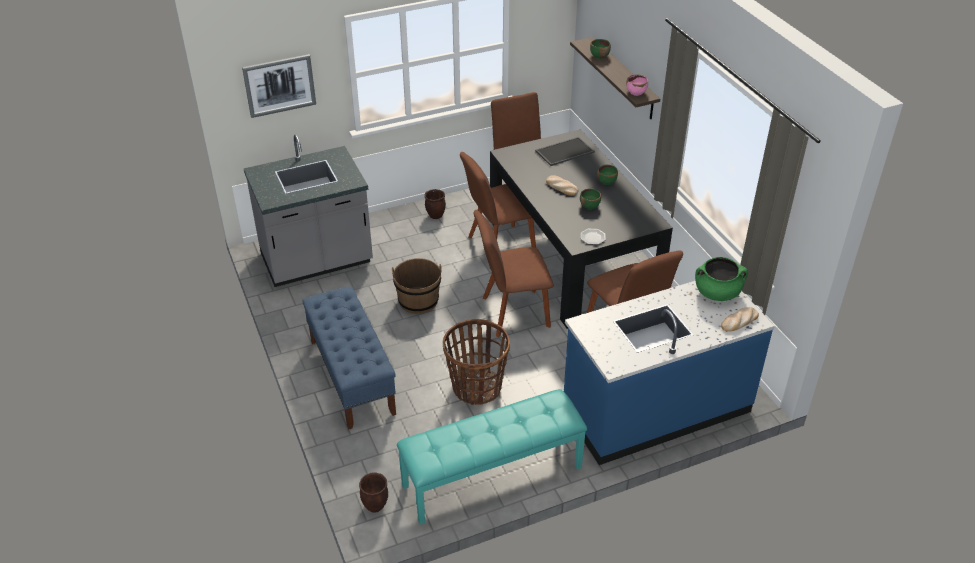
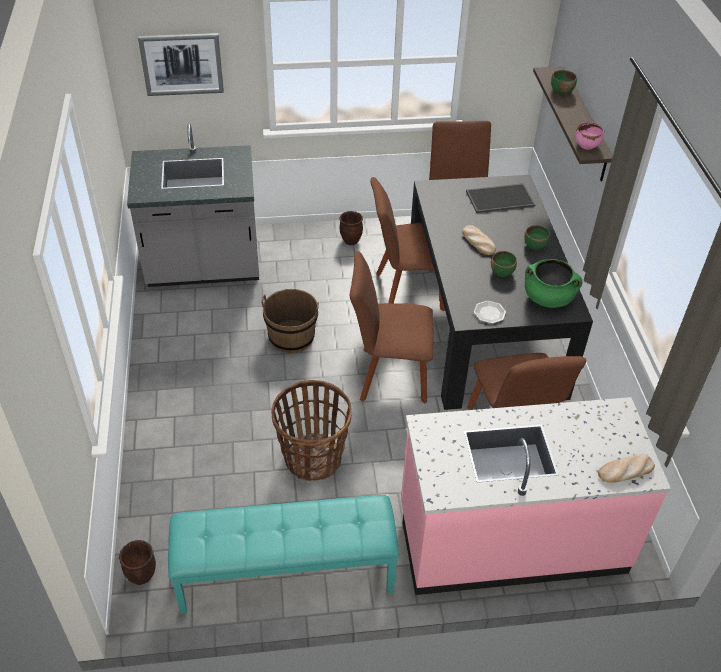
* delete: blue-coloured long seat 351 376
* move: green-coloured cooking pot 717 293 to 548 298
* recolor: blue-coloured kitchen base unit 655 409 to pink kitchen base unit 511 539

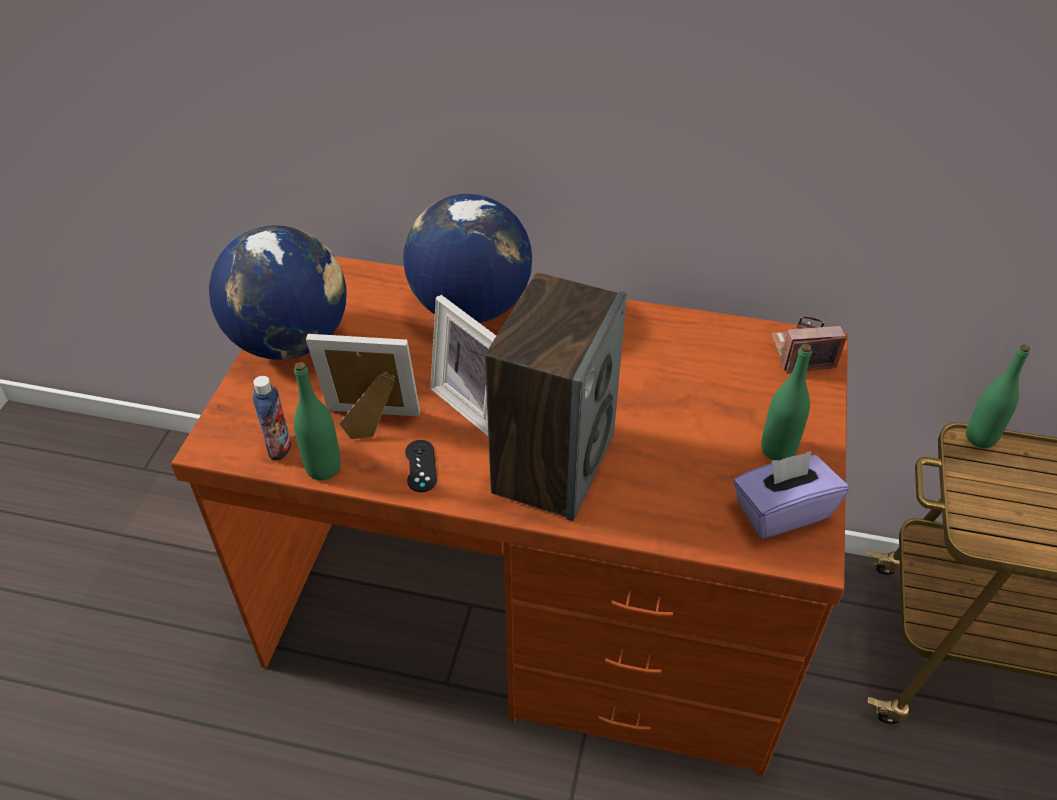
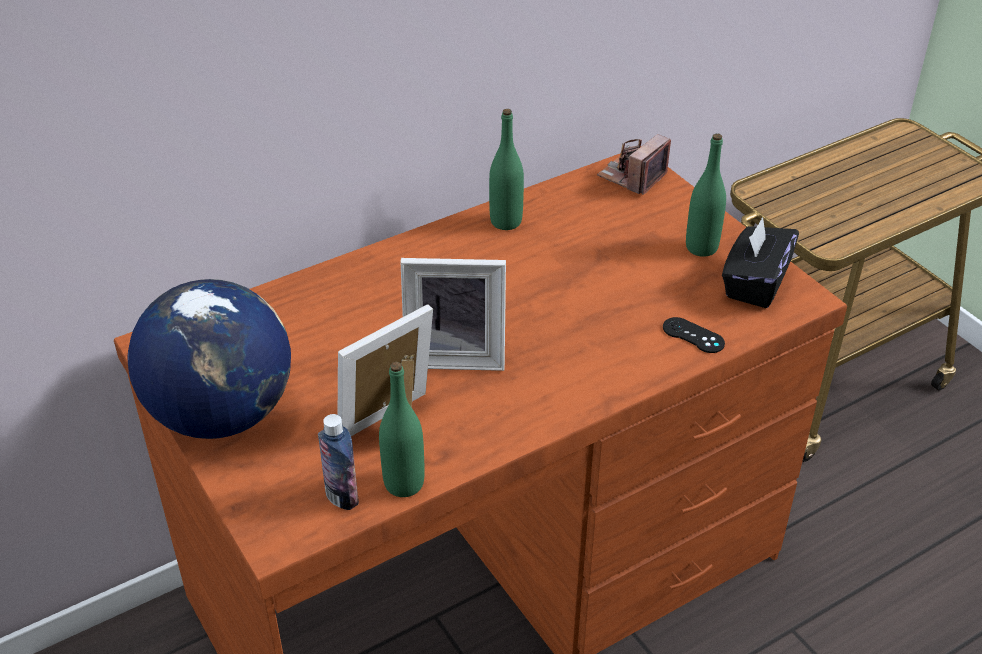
* delete: globe 470 307
* delete: speaker 553 463
* move: black joypad 421 466 to 693 335
* move: green-coloured drink bottle 980 437 to 506 221
* recolor: purplish tissue box 781 511 to black tissue box 755 283

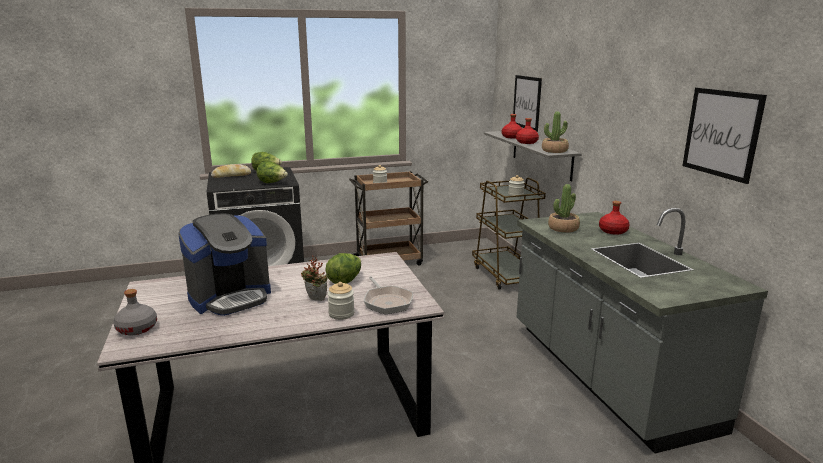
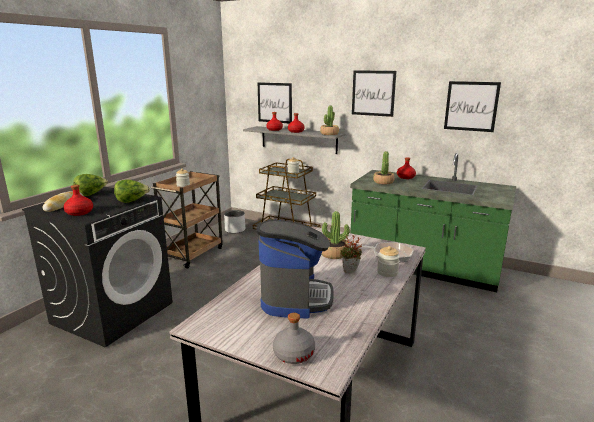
* insert: red drink bottle 80 212
* insert: grey plant pot 235 230
* insert: picture 373 93
* replace: head of lettuce 345 280 to houseplant 334 254
* recolor: grey kitchen base unit 605 375 to green-coloured kitchen base unit 423 267

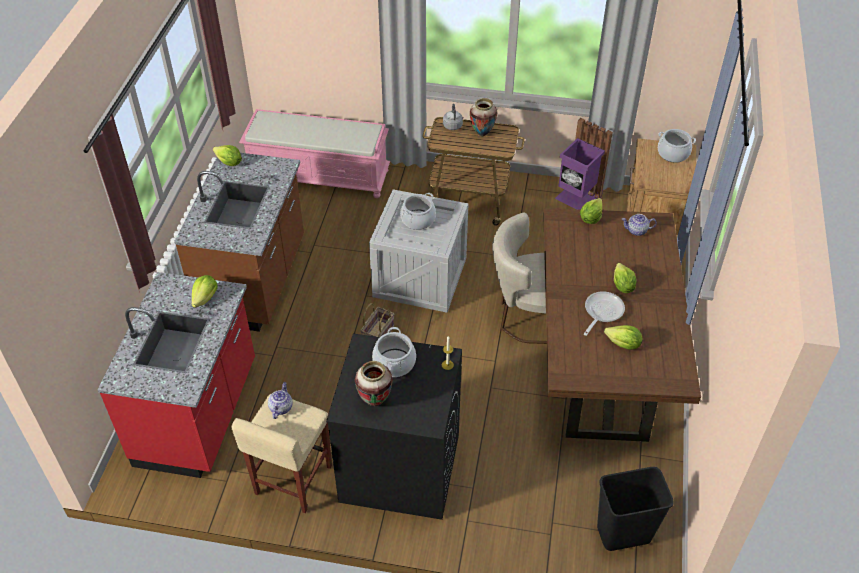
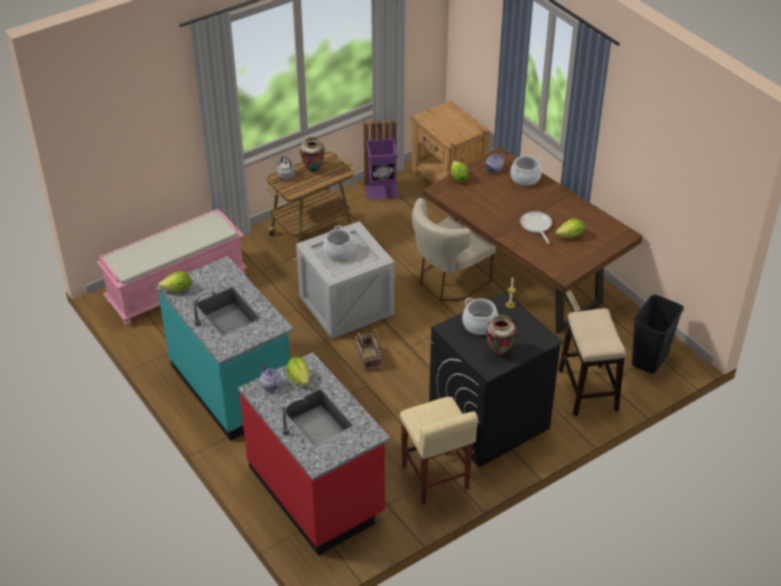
* delete: head of lettuce 622 286
* insert: stool seat 587 389
* move: teapot 281 407 to 270 385
* move: cooking pot 673 153 to 525 178
* recolor: brownish kitchen base unit 255 281 to turquoise-coloured kitchen base unit 233 386

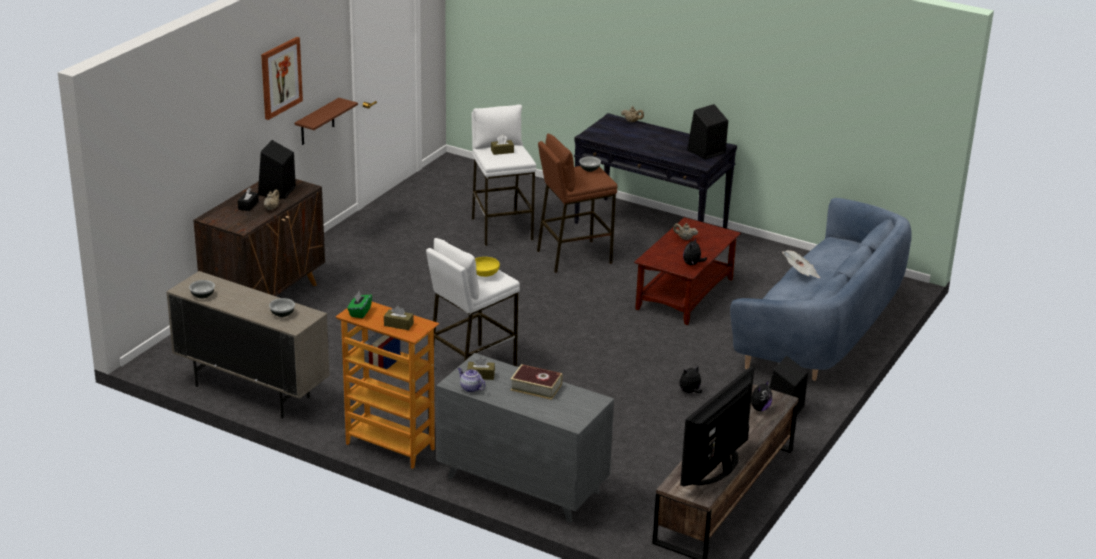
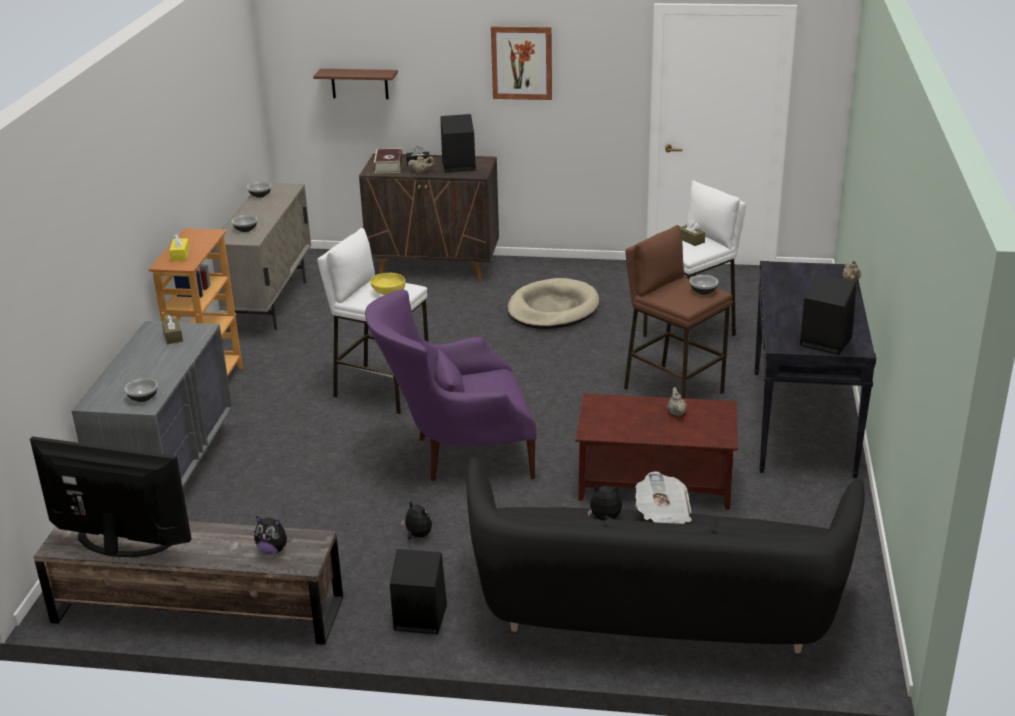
* delete: green-coloured tissue box 360 312
* delete: teapot 470 388
* insert: deep dish 143 398
* insert: purplish easy chair 456 455
* insert: beige-coloured dog cushion 553 309
* move: brownish bracket shelf 317 122 to 359 83
* move: volume 536 387 to 388 166
* move: soft toy 692 264 to 605 519
* recolor: brownish tissue box 398 324 to yellow tissue box 180 255
* recolor: blue-coloured couch 821 330 to black couch 655 611

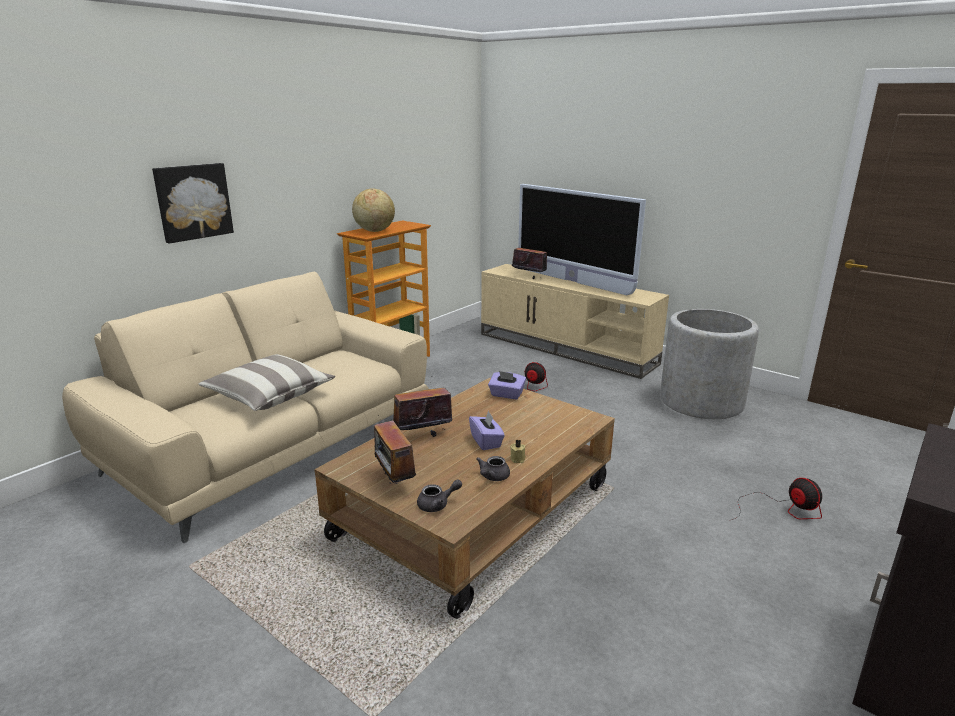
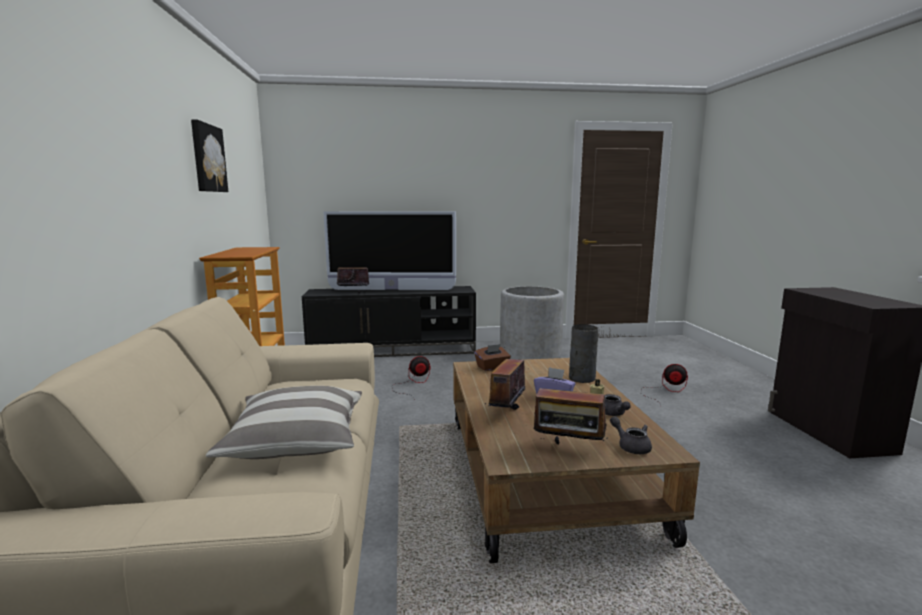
* delete: globe 374 231
* insert: grey decorative vase 581 378
* move: picture 193 202 to 207 158
* recolor: beige-coloured tv stand 567 348 to black tv stand 393 350
* recolor: purplish tissue box 506 395 to brownish tissue box 492 367
* rotate: grey teapot 437 505 = 631 446 60 degrees counterclockwise

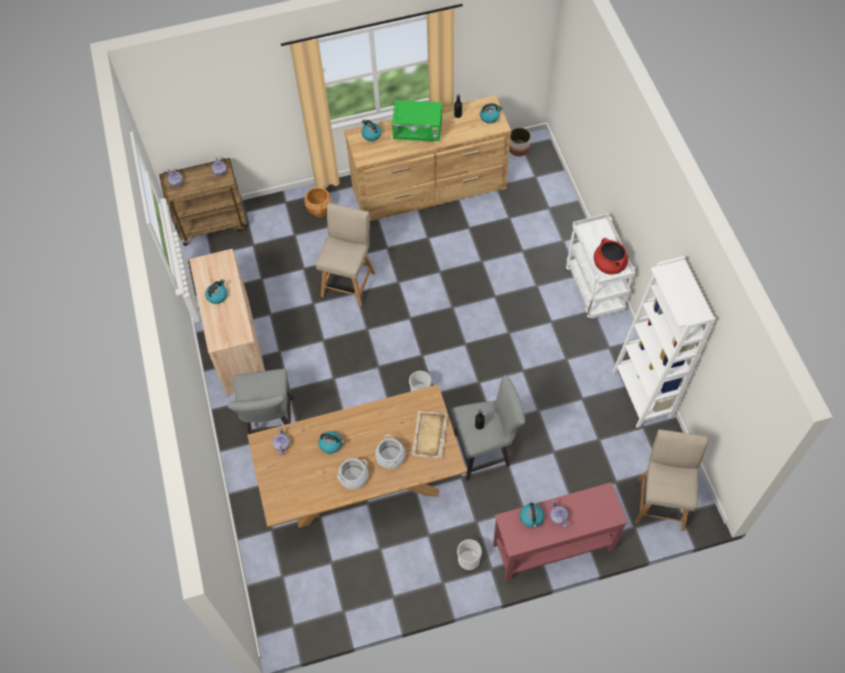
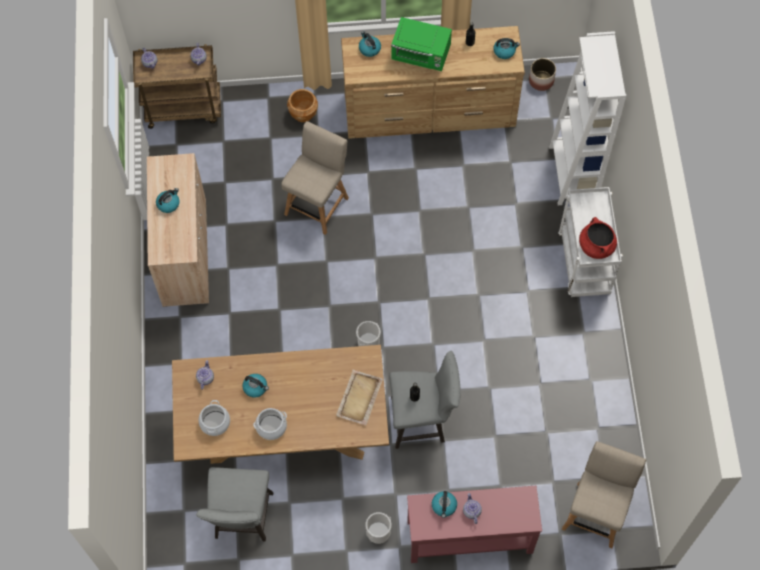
* move: grey stool seat 270 425 to 242 520
* move: cooking pot 390 457 to 215 423
* move: white shelving unit 642 394 to 572 174

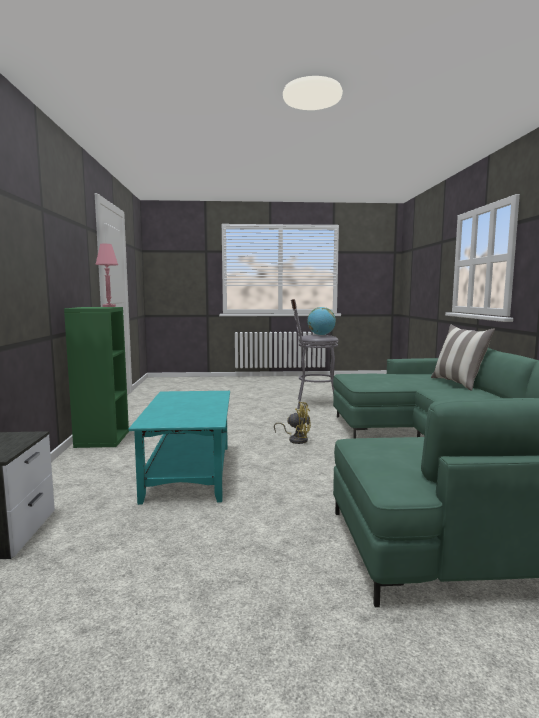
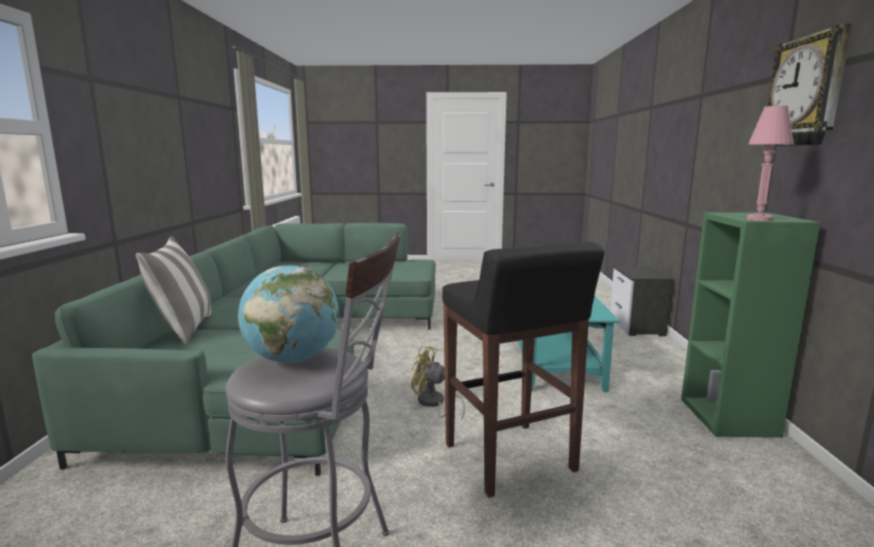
* insert: black stool seat 510 459
* insert: wall clock 807 91

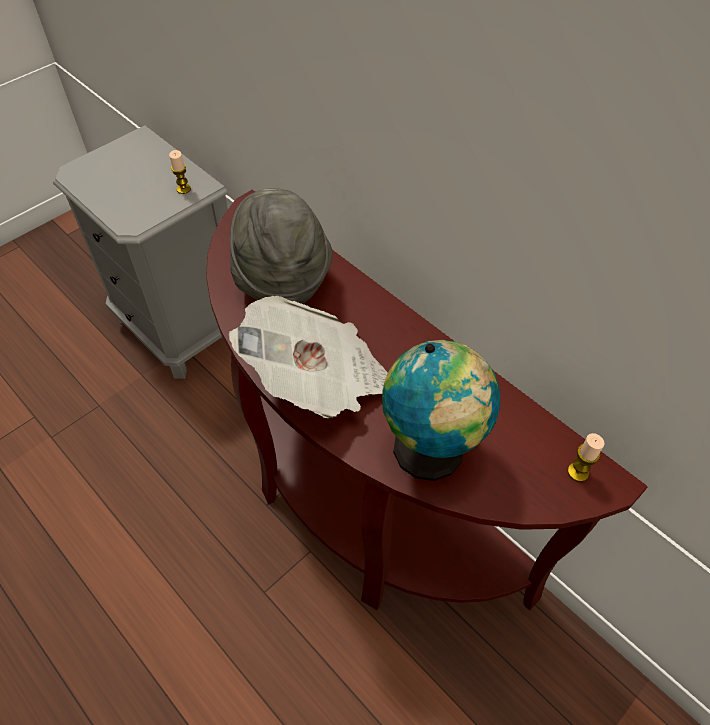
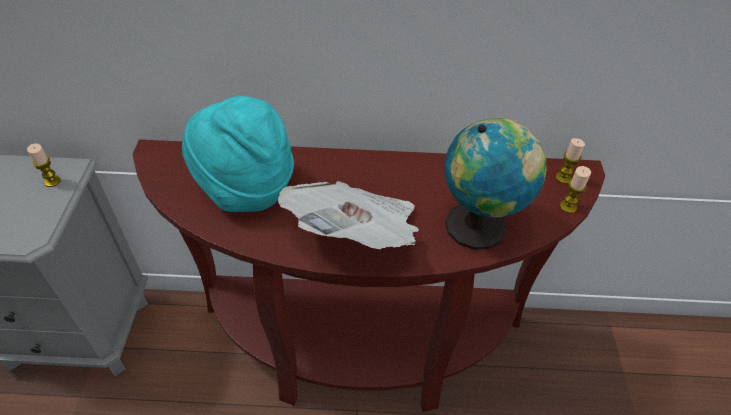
* insert: wax candle 568 207
* recolor: grey wearable hat 281 279 to turquoise-coloured wearable hat 244 187

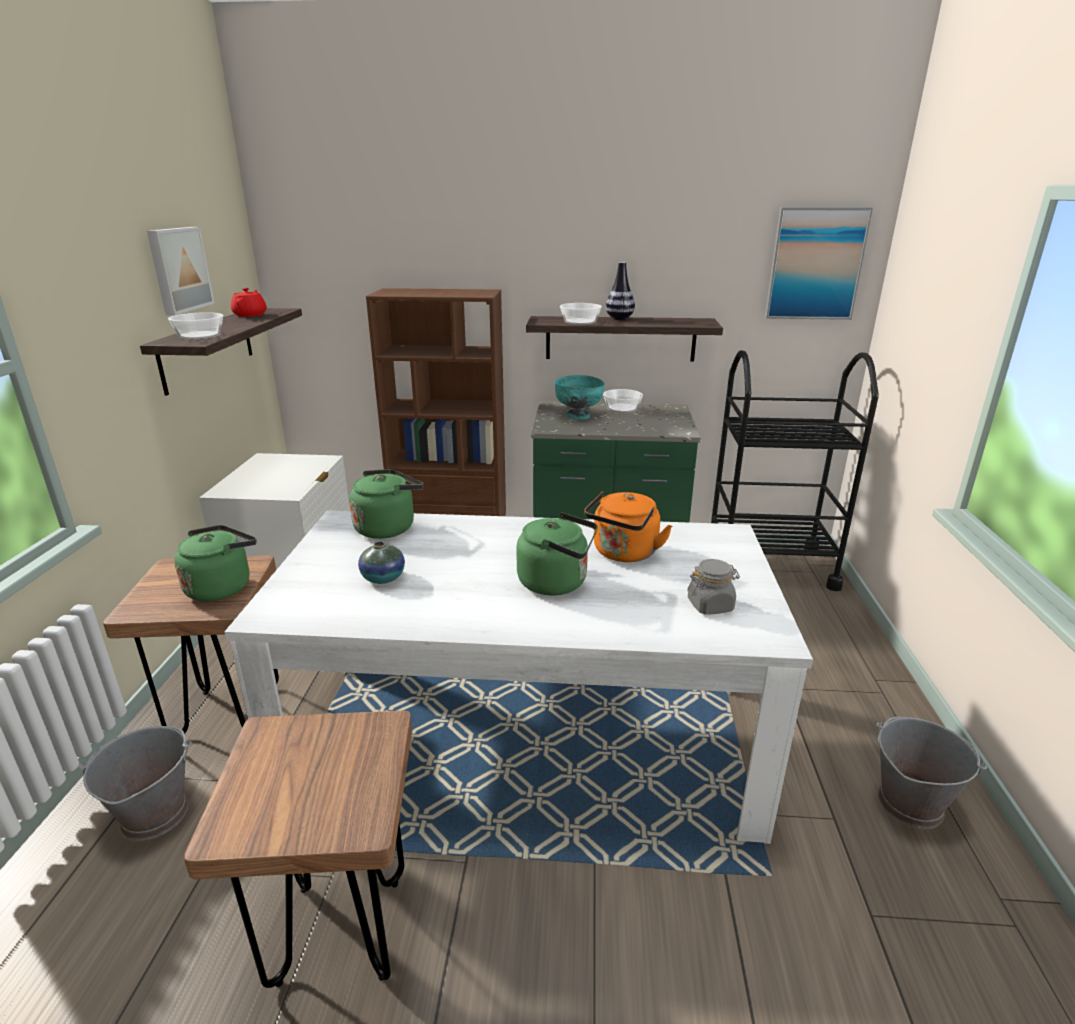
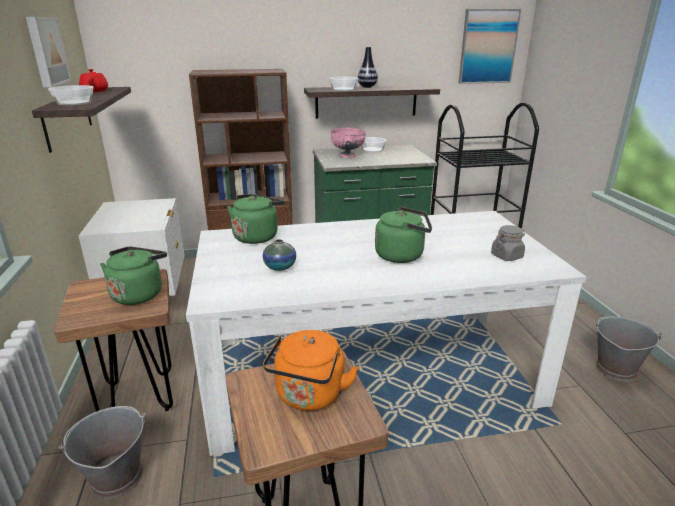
* move: orange kettle 623 554 to 309 396
* recolor: turquoise-coloured deep dish 578 416 to pink deep dish 347 156

